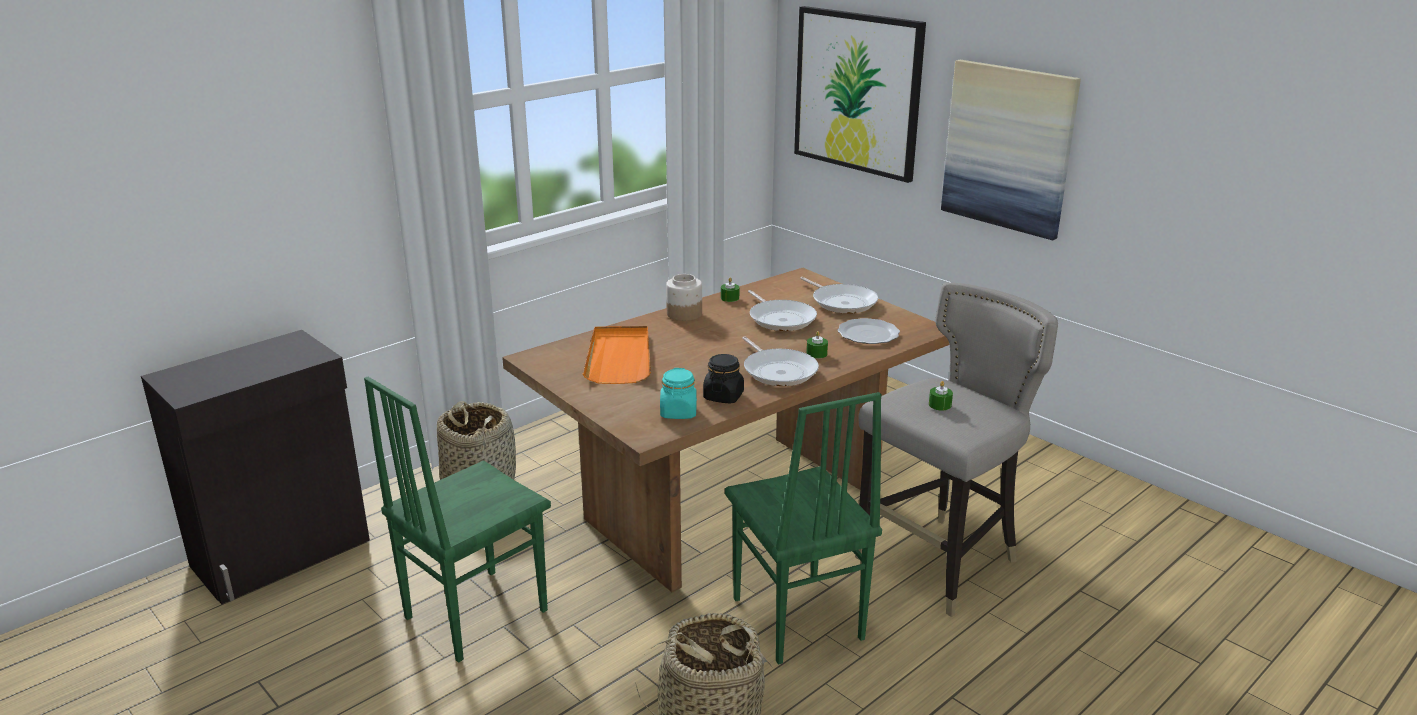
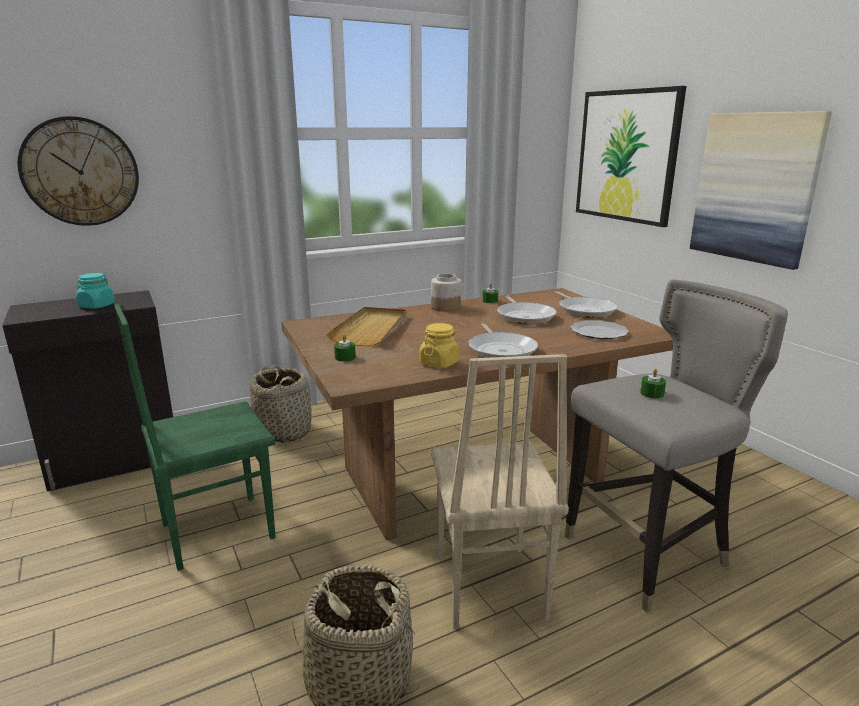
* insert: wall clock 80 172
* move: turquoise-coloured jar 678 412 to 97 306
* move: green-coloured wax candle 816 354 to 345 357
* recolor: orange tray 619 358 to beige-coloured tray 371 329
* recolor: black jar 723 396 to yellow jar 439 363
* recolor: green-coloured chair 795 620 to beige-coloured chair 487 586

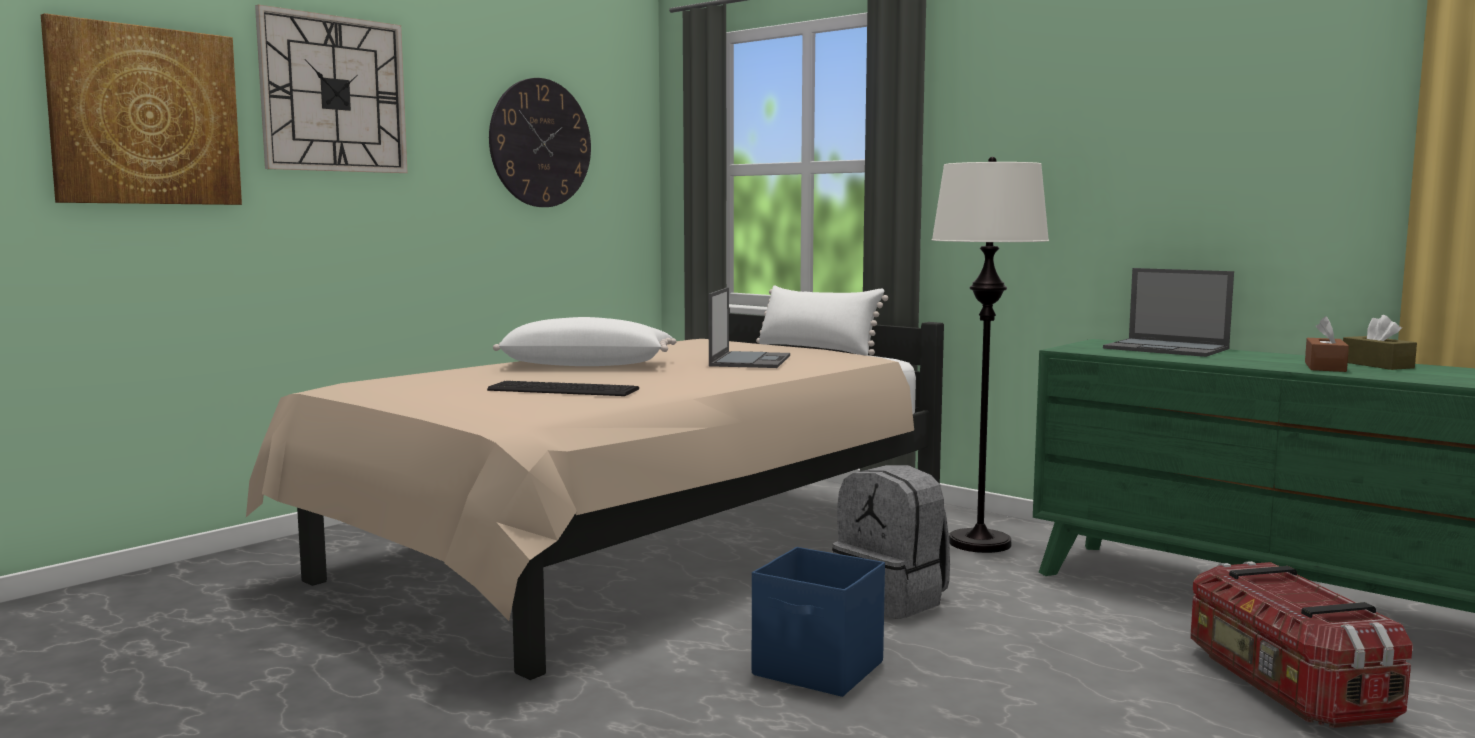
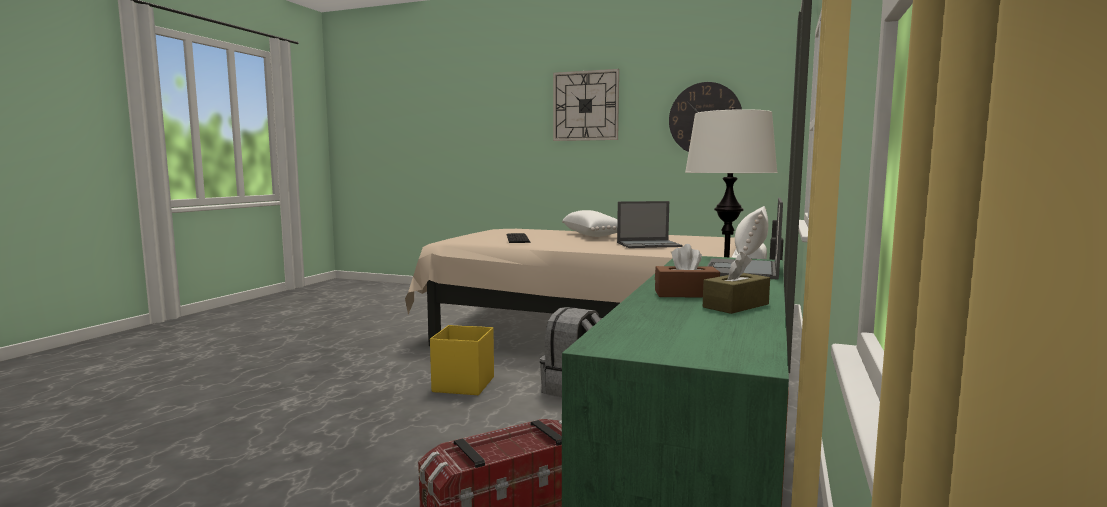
* delete: picture 145 116
* recolor: blue-coloured storage box 819 669 to yellow storage box 463 385

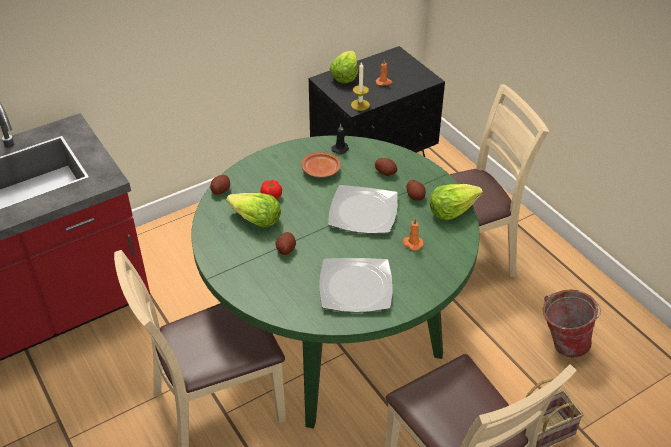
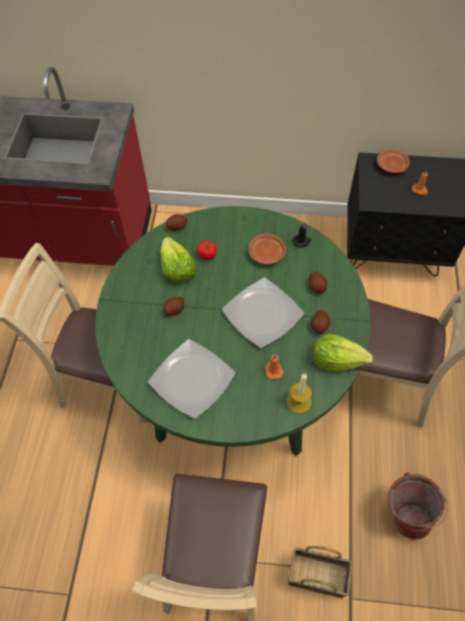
* move: wax candle 360 105 to 299 401
* replace: head of lettuce 345 75 to brownish dinner plate 391 166

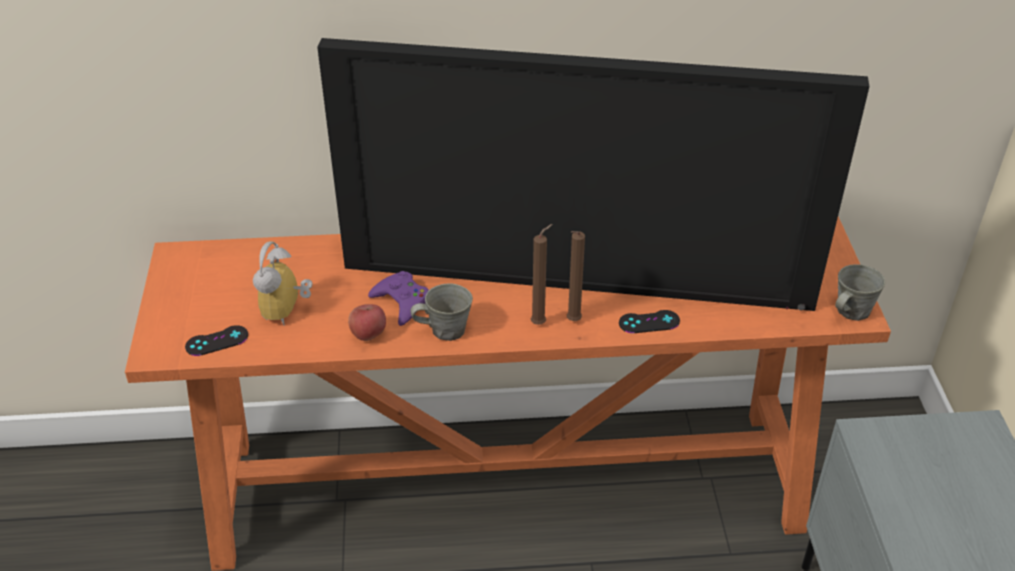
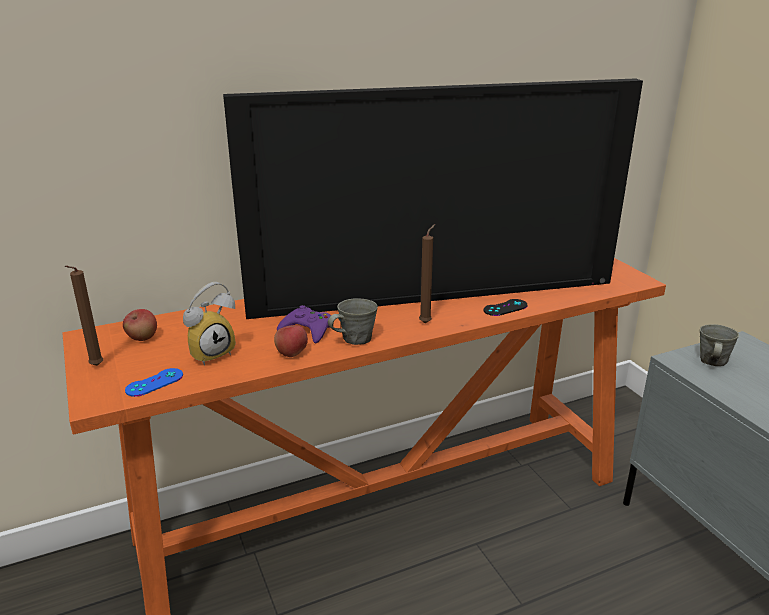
* insert: apple fruit 142 338
* move: brownish wax candle 572 322 to 95 367
* move: grey mug 851 311 to 712 361
* recolor: black joypad 217 341 to blue-coloured joypad 154 382
* rotate: table clock 287 312 = 211 352 120 degrees counterclockwise

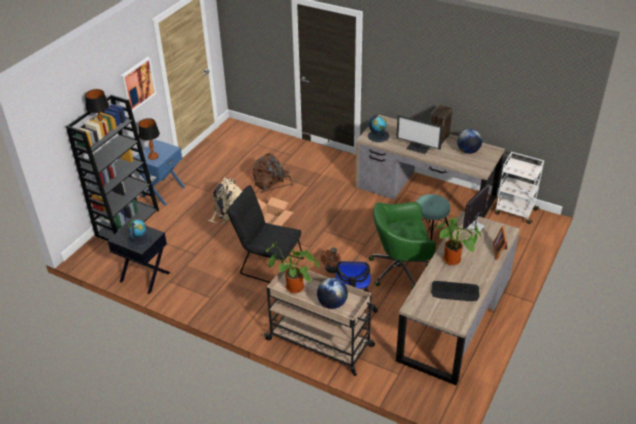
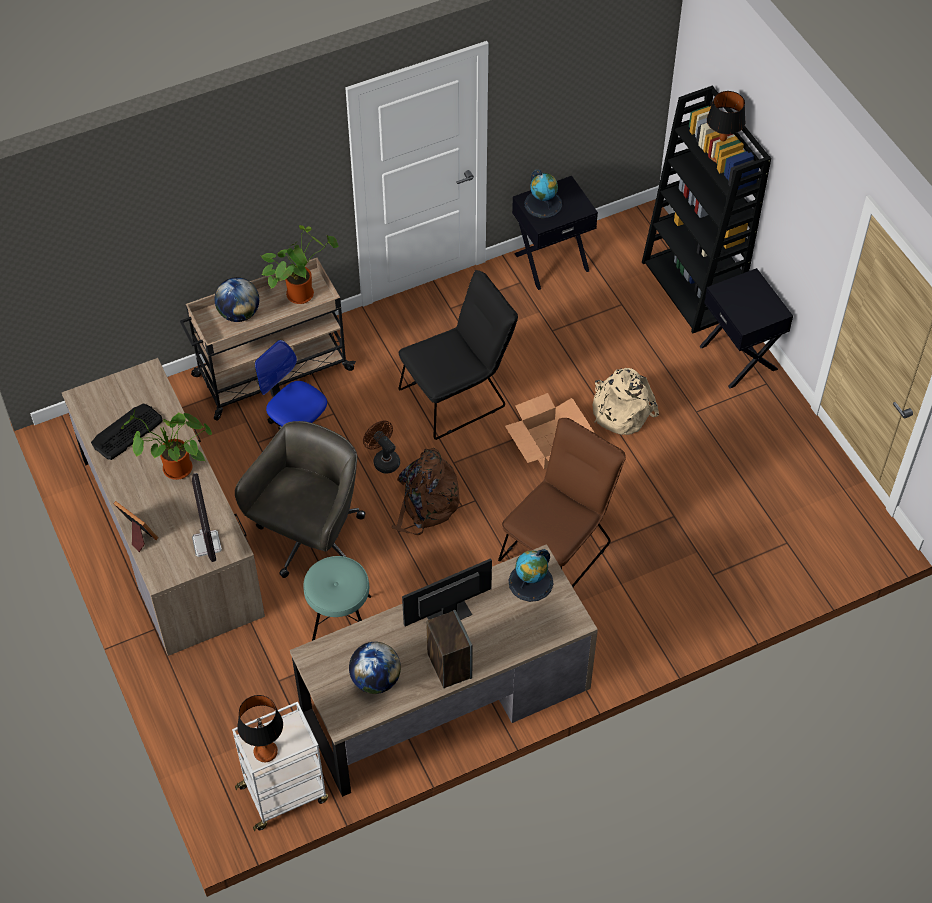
* delete: picture 137 84
* insert: brownish chair 559 546
* move: lamp for a table 153 156 to 265 752
* move: brownish rucksack 271 183 to 426 504
* recolor: blue-coloured bedside table 163 191 to black bedside table 739 357
* recolor: green-coloured office chair 400 269 to grey office chair 310 538

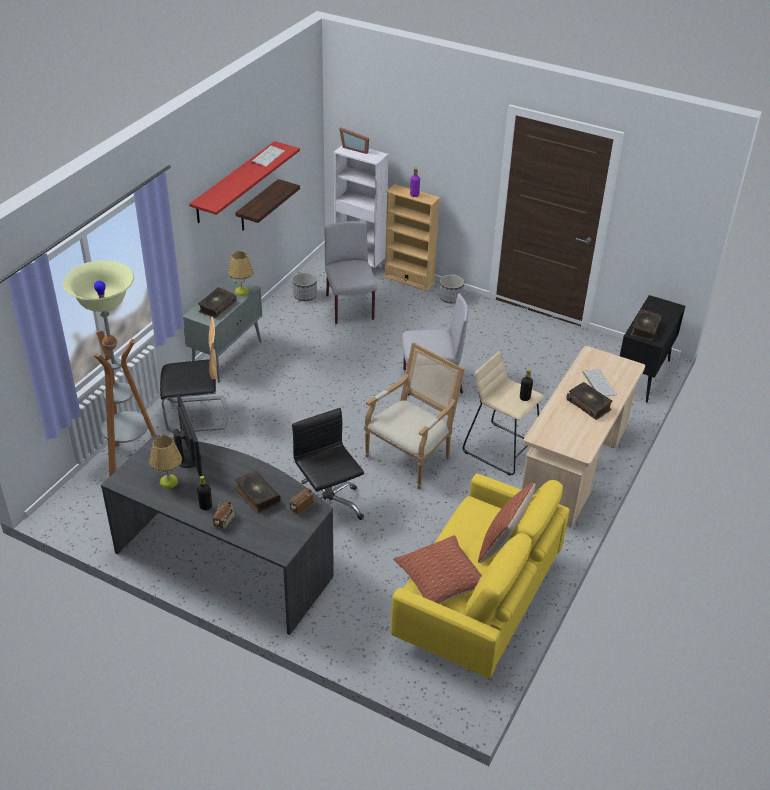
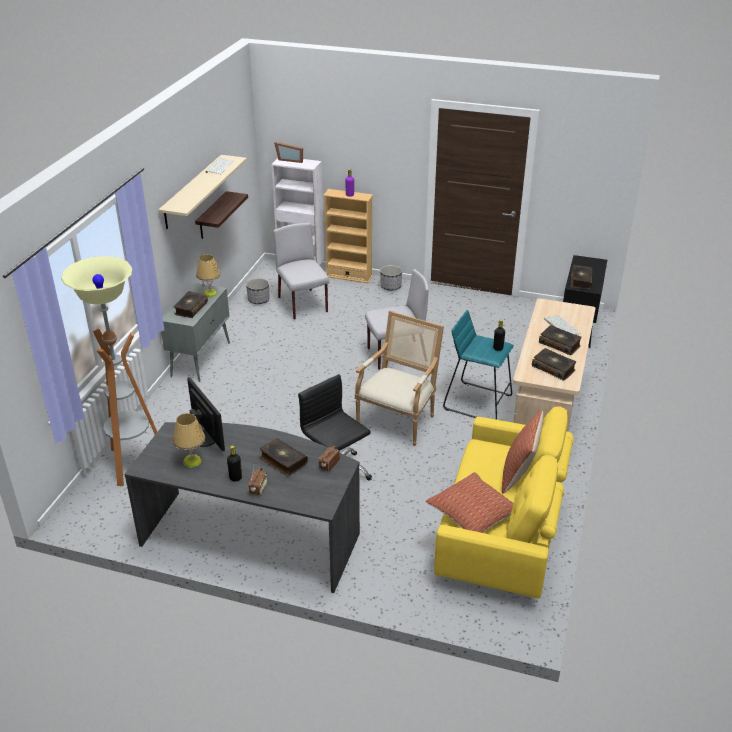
* delete: chair 196 415
* insert: volume 553 368
* recolor: red bracket shelf 234 182 to beige-coloured bracket shelf 192 191
* recolor: beige-coloured stool seat 502 448 to turquoise-coloured stool seat 477 402

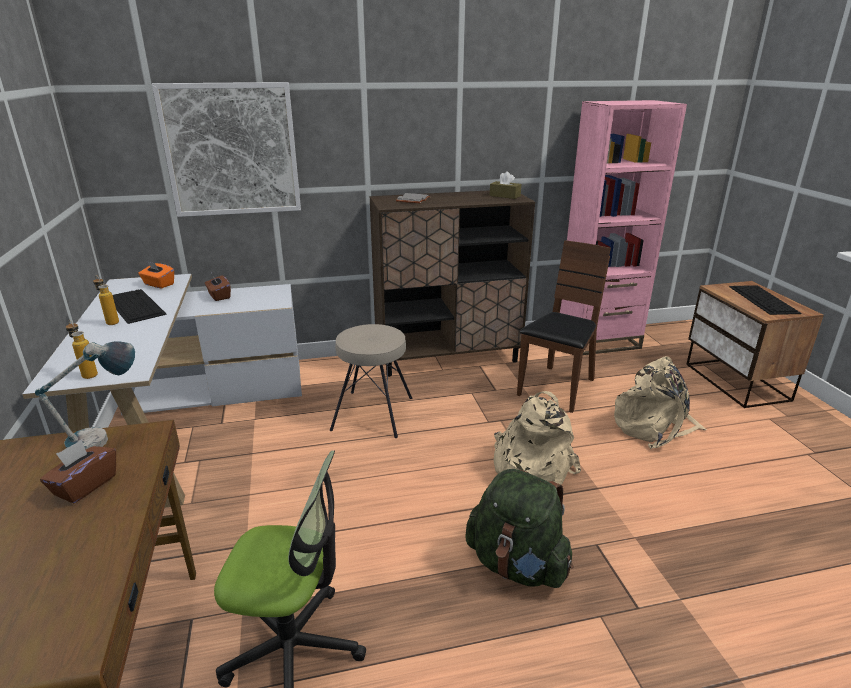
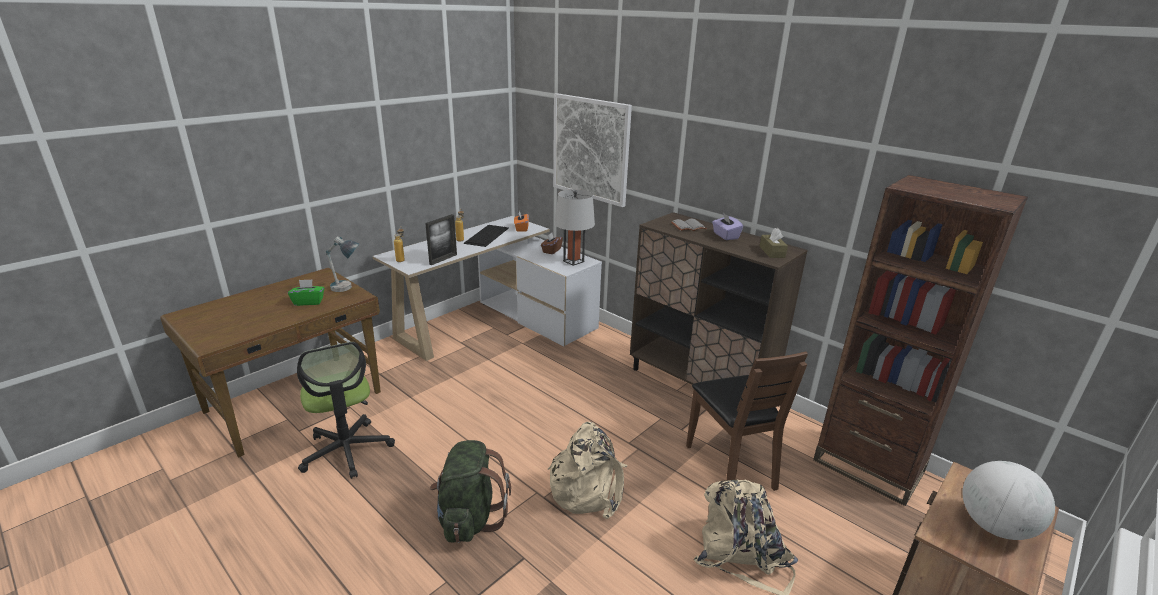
* delete: beige-coloured stool seat 373 413
* insert: standing frame 443 259
* insert: grey lamp for a table 573 261
* insert: purplish tissue box 725 236
* replace: keyboard 764 300 to globe 994 526
* recolor: brownish tissue box 85 485 to green-coloured tissue box 308 302
* recolor: pink shelving unit 598 341 to brownish shelving unit 868 466
* rotate: brownish chair 557 388 = 731 465 75 degrees clockwise

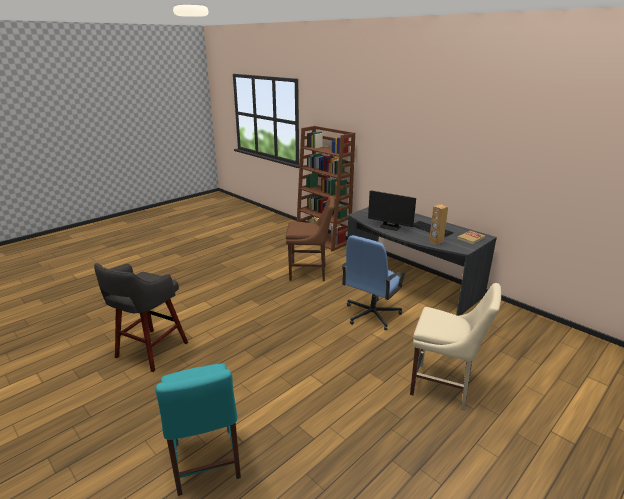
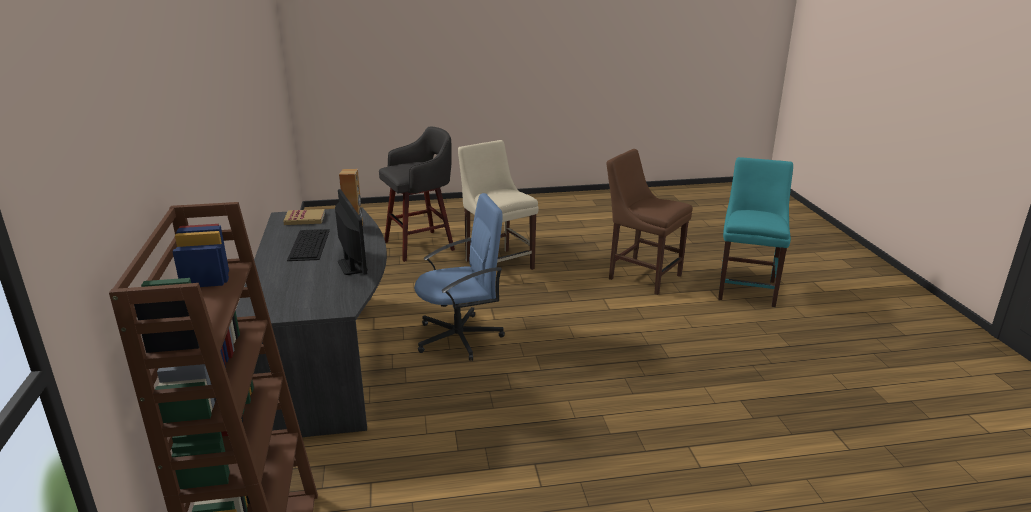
* move: grey stool seat 150 351 to 421 245
* move: brownish chair 310 273 to 642 276

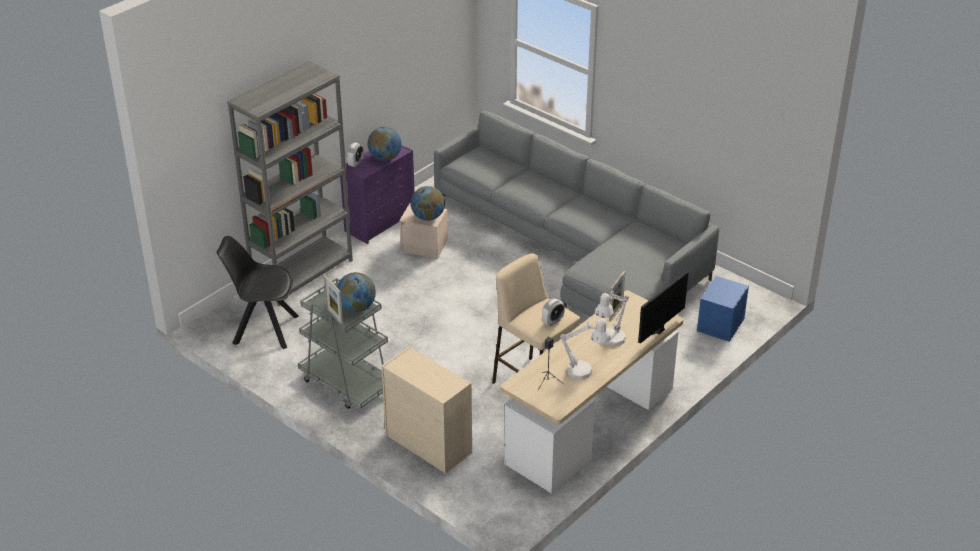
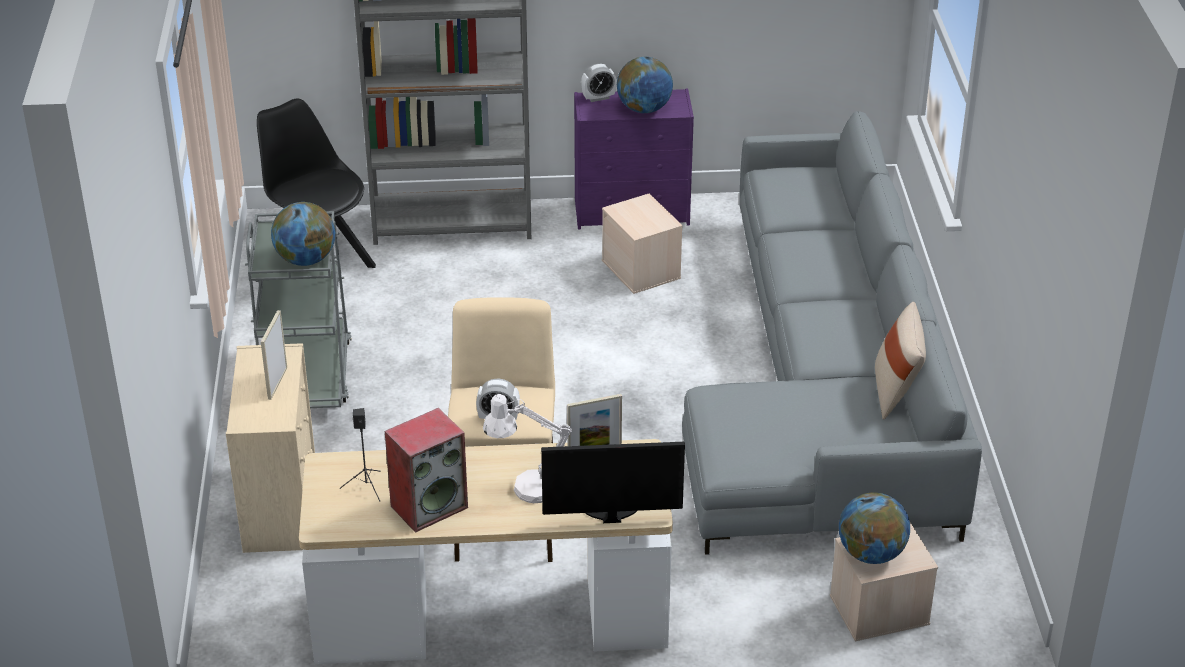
* insert: beige-coloured pillow 896 392
* move: standing frame 334 317 to 277 383
* move: globe 428 217 to 871 554
* replace: white lamp for a table 585 372 to speaker 429 506
* recolor: blue-coloured storage box 721 325 to beige-coloured storage box 878 611

